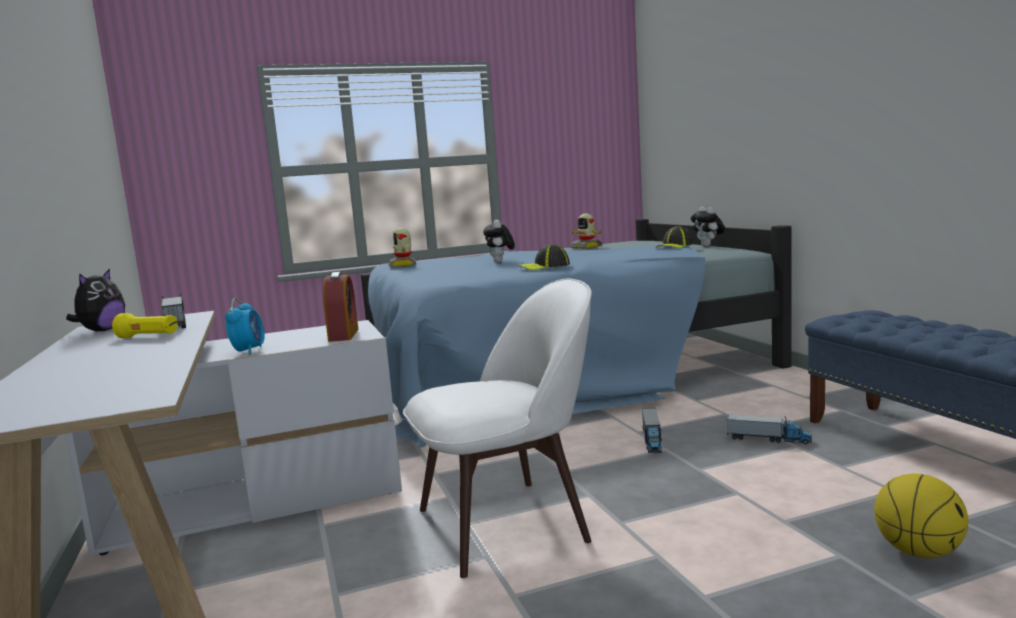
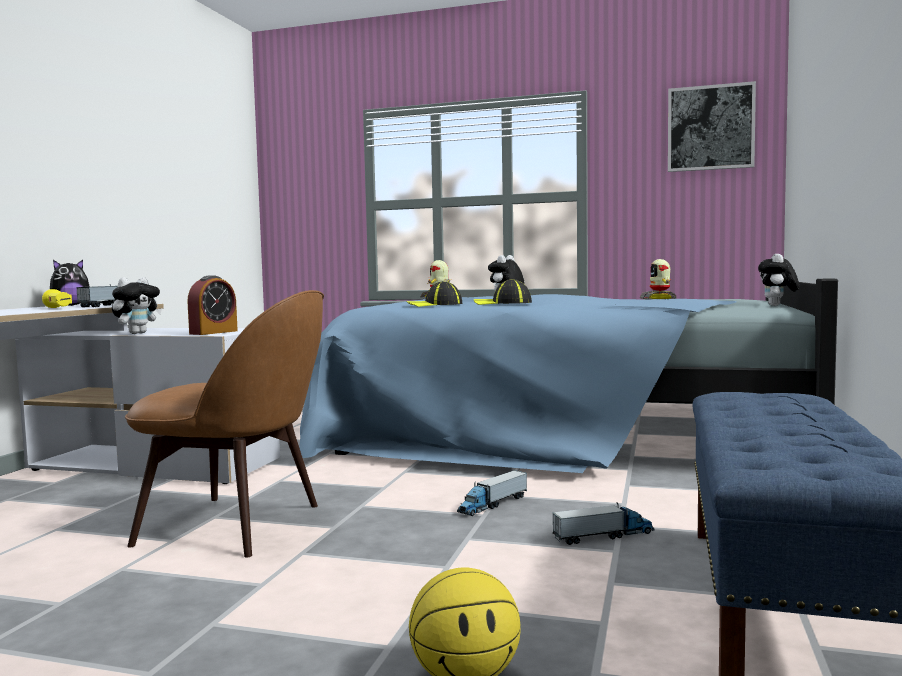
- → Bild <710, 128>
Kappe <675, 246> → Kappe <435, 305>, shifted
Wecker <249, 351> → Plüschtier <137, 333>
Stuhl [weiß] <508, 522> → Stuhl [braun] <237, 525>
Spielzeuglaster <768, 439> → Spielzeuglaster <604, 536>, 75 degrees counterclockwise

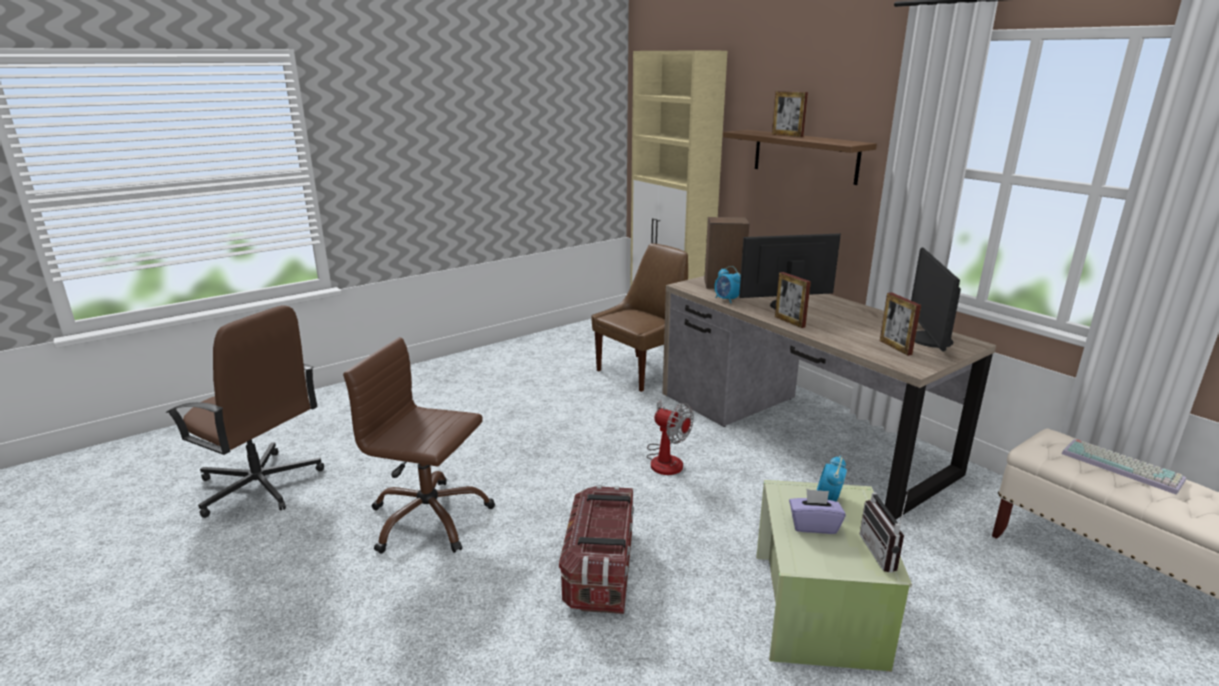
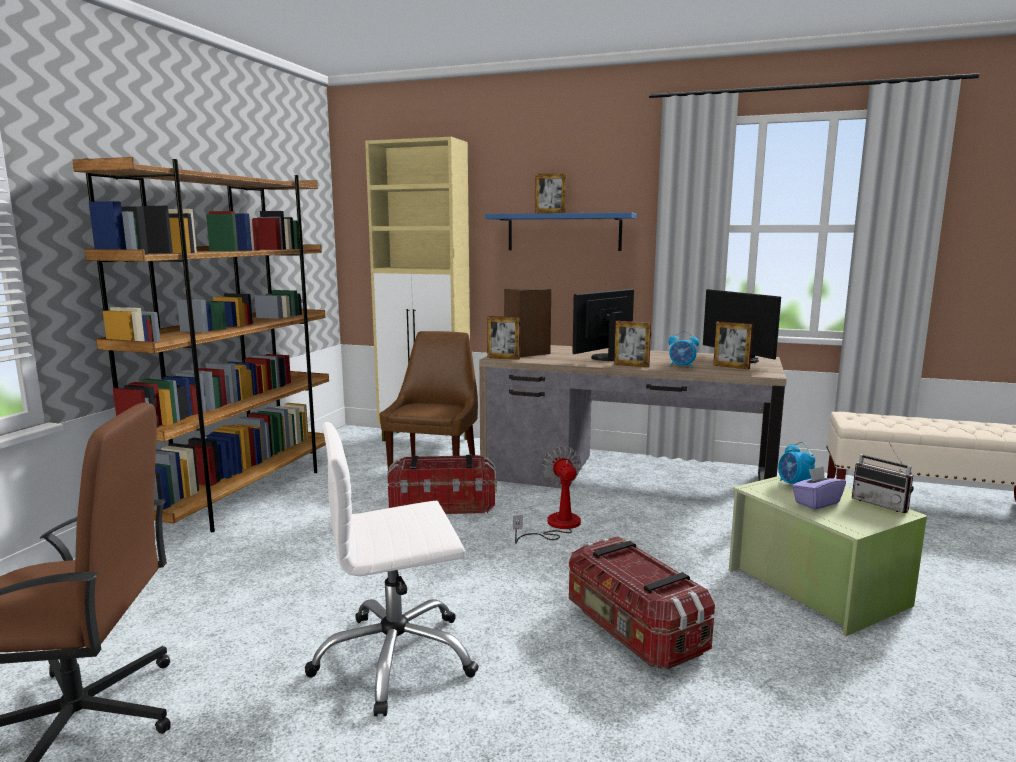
Tastatur <1123, 466> → -
- → Bücherregal [braun] <243, 494>
- → Aufbewahrungsbox <442, 505>
- → Bilderrahmen <503, 358>
Wecker <726, 300> → Wecker <682, 367>, shifted
Bürostuhl [braun] <429, 519> → Bürostuhl [weiß] <395, 659>
Wandregal [braun] <805, 156> → Wandregal [blau] <564, 232>
Ventilator <665, 459> → Ventilator <556, 526>, 105 degrees counterclockwise

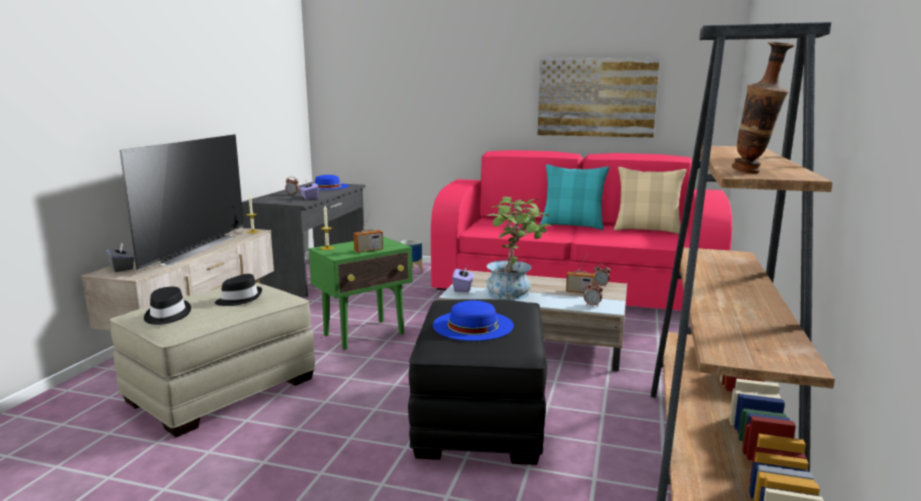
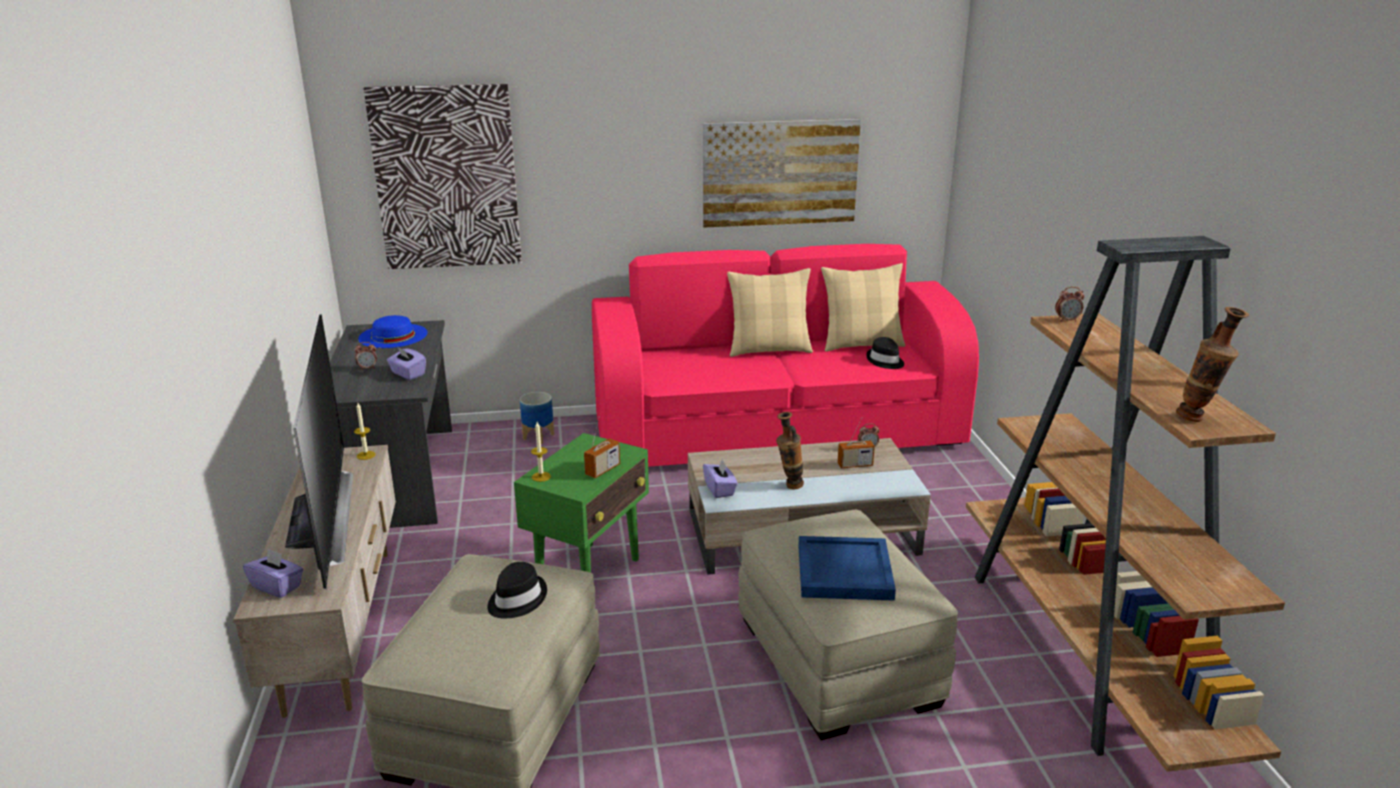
- → Bild <446, 178>
Hut [schwarz] <166, 315> → Hut [schwarz] <885, 361>, shifted
Wecker <592, 305> → Wecker <1067, 320>, shifted
Hut [blau] <473, 325> → Tablett [blau] <843, 571>
Topfpflanze <515, 294> → Vase <788, 486>
Taschentuchbox [grau] <122, 268> → Taschentuchbox [lila] <277, 586>
Polsterhocker [schwarz] <481, 416> → Polsterhocker [beige] <838, 662>
Kissen [türkis] <572, 225> → Kissen [beige] <769, 350>

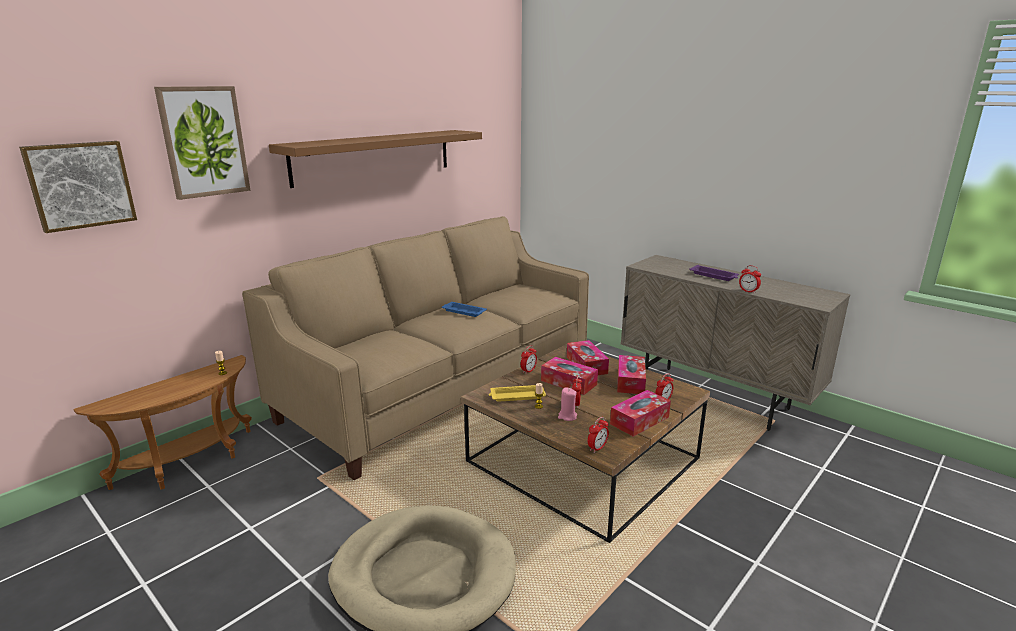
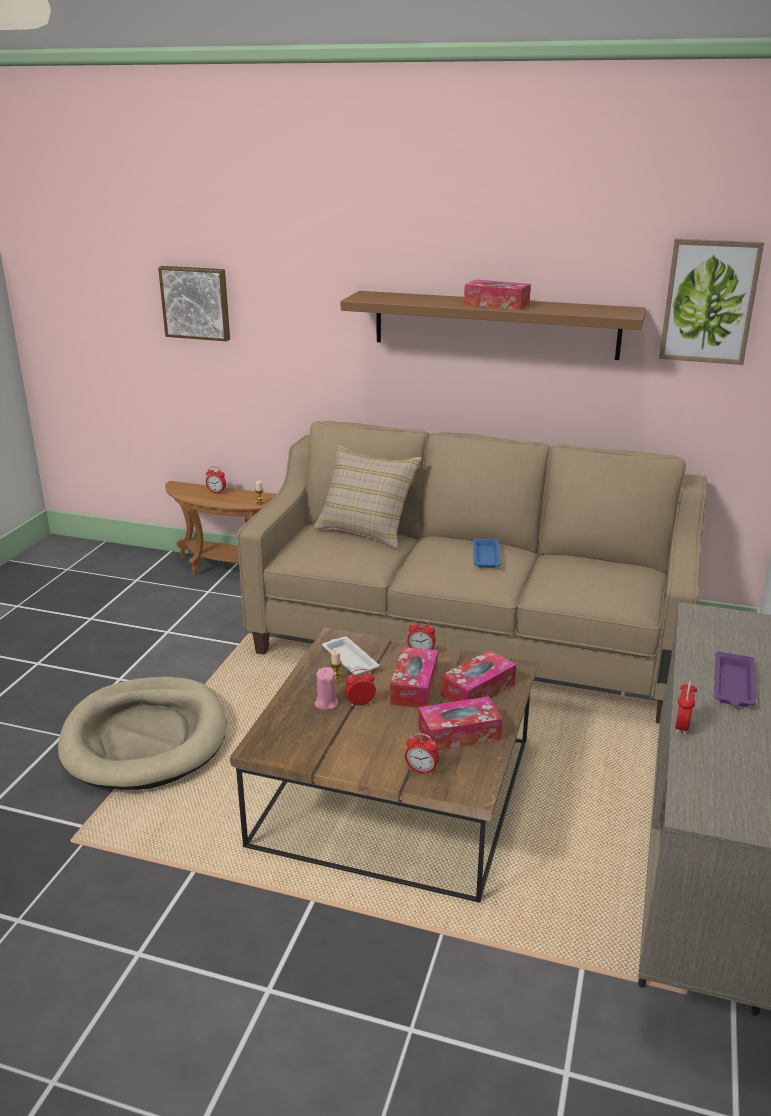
- → Kissen [beige] <366, 530>
Bild <204, 142> → Bild <709, 301>, shifted
Wecker <597, 448> → Wecker <216, 492>, shifted
Taschentuchbox <639, 420> → Taschentuchbox <496, 304>, shifted
Tablett [gelb] <516, 396> → Tablett [weiß] <349, 659>

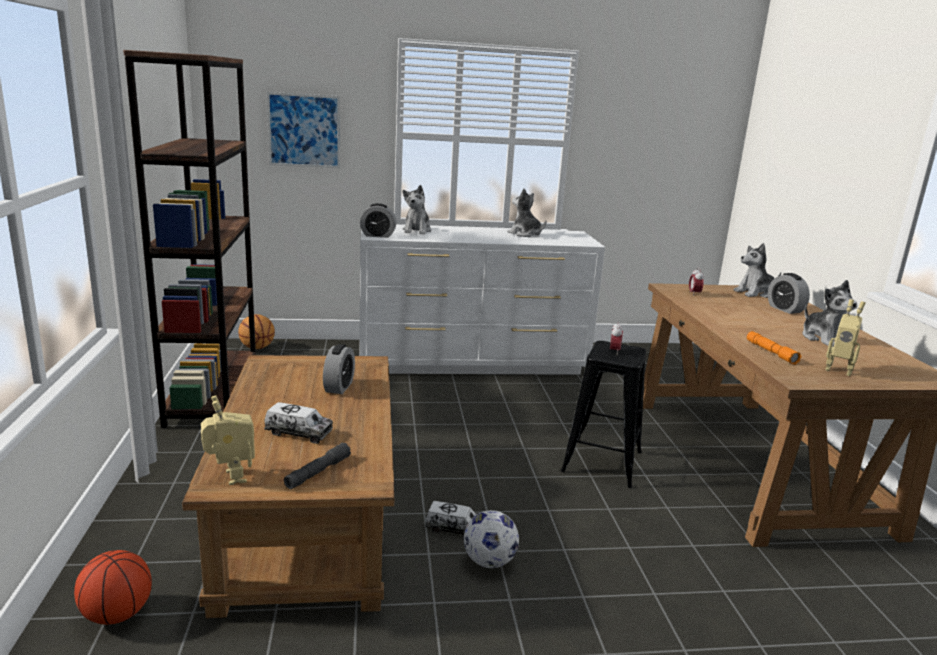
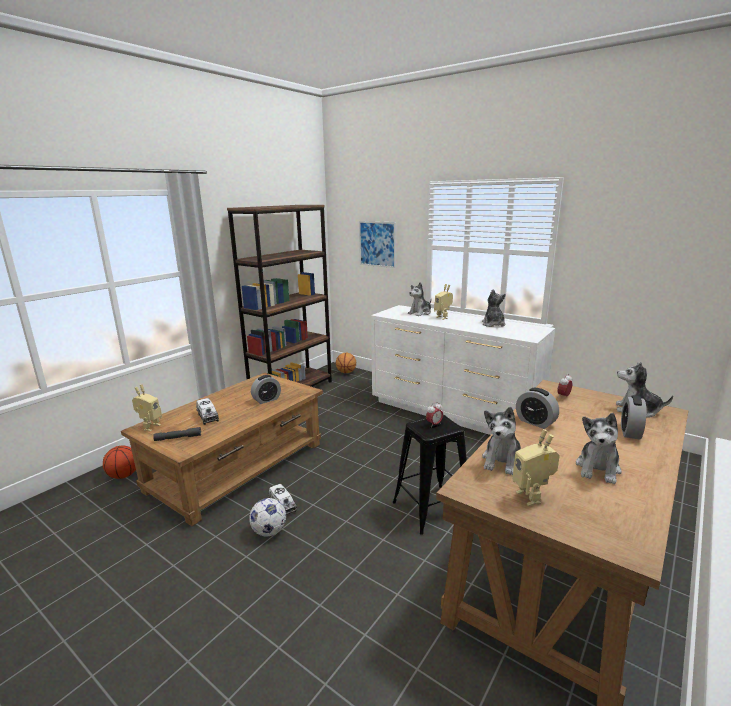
- → Spielzeugroboter <443, 317>
Wecker <378, 235> → Wecker <535, 422>, shifted
Taschenlampe [orange] <771, 352> → Plüschtier <502, 461>

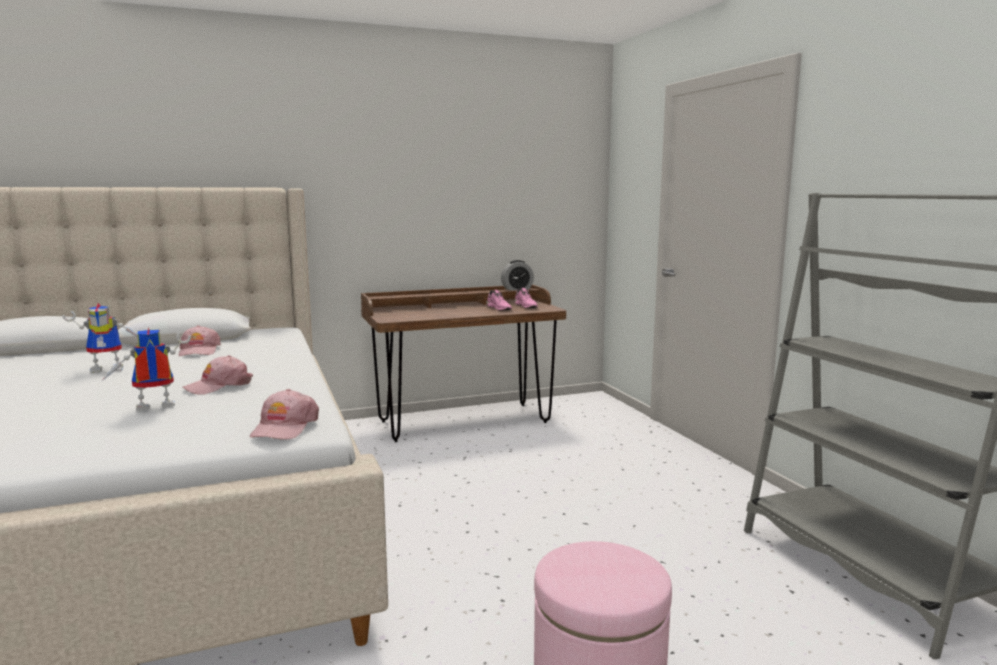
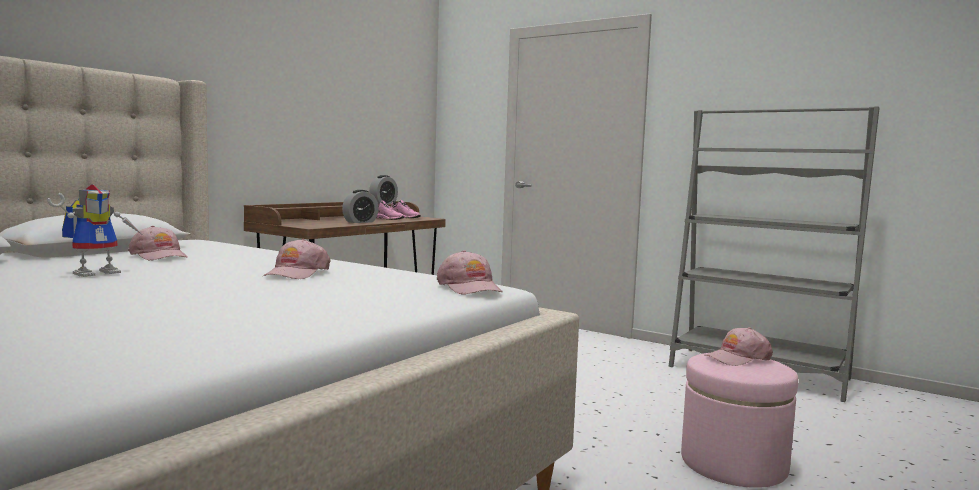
Spielzeugroboter <152, 409> → -
- → Wecker <360, 222>
- → Kappe [rosa] <737, 358>

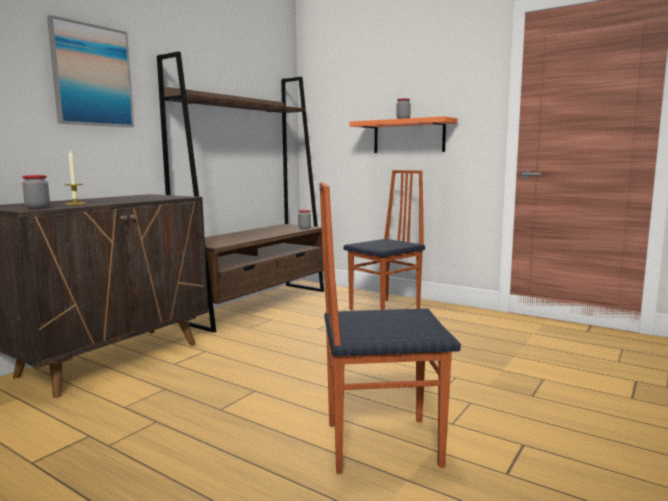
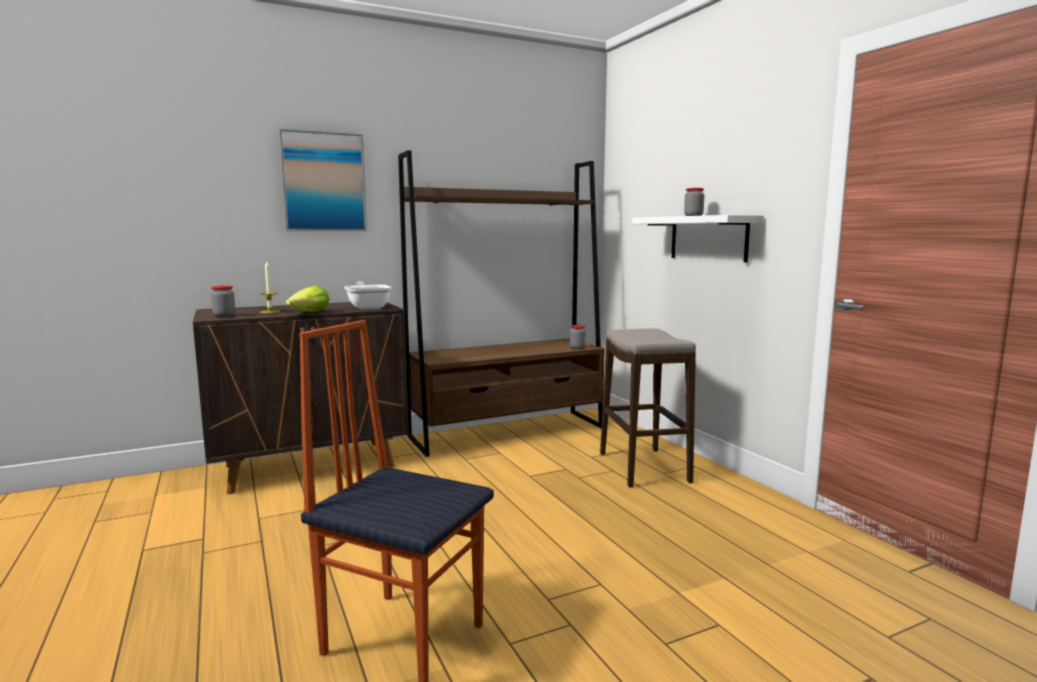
- → Salatkopf <310, 312>
- → Pfanne <368, 307>
Stuhl <386, 309> → Hocker <643, 467>
Wandregal [orange] <408, 136> → Wandregal [weiß] <708, 238>

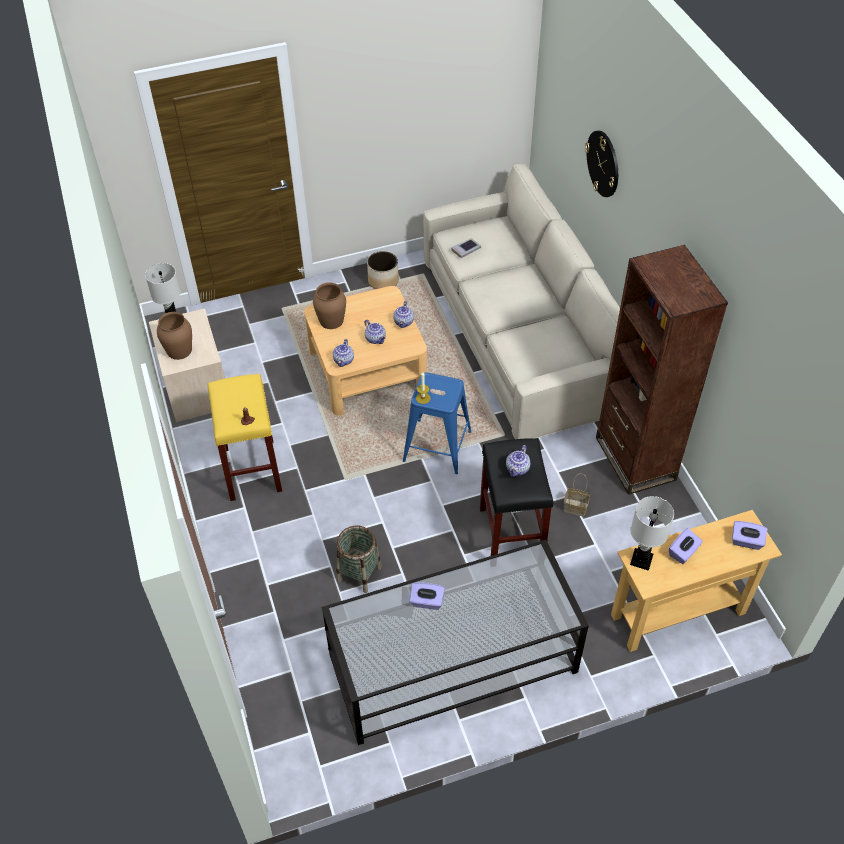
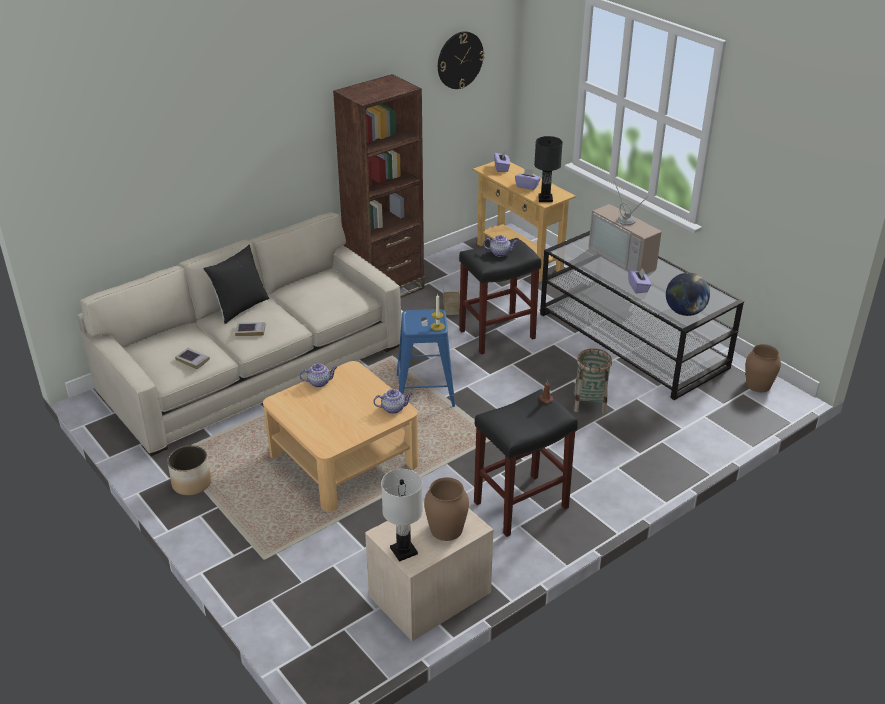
Teekanne <376, 339> → -
- → Kissen [schwarz] <240, 307>
- → Buch <250, 331>
- → Fernseher <625, 257>
- → Globus <684, 312>
Vase [braun] <331, 320> → Vase [braun] <758, 384>, shifted
Wanduhr <603, 163> → Wanduhr <460, 60>, shifted
Hocker [gelb] <251, 469> → Hocker [schwarz] <520, 506>
Tischlampe [weiß] <641, 560> → Tischlampe [schwarz] <545, 199>

